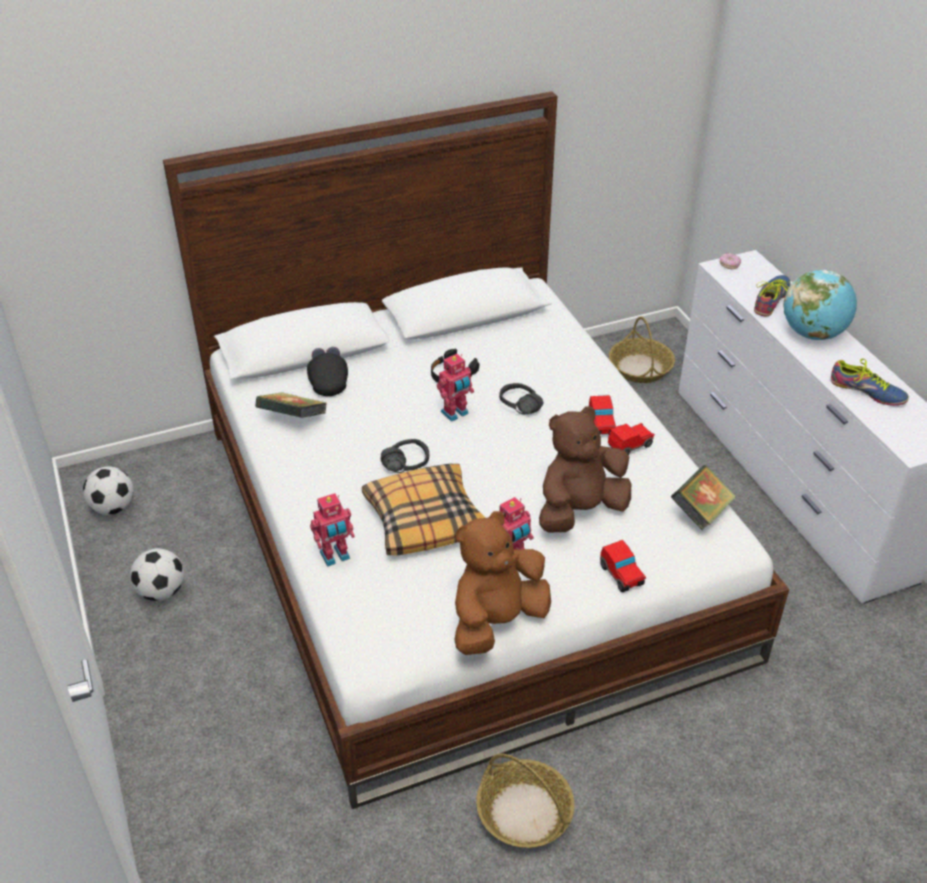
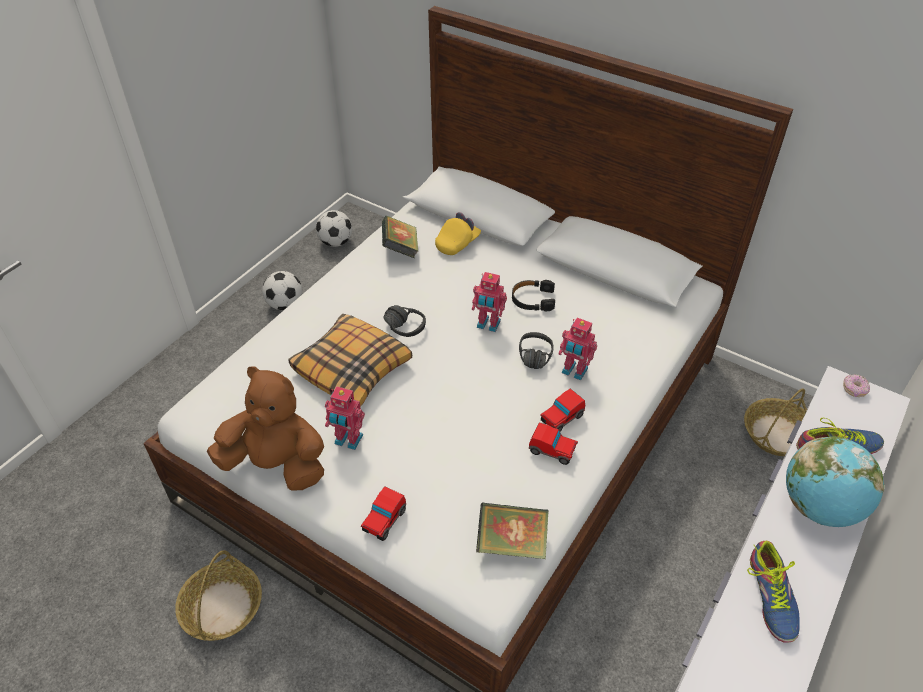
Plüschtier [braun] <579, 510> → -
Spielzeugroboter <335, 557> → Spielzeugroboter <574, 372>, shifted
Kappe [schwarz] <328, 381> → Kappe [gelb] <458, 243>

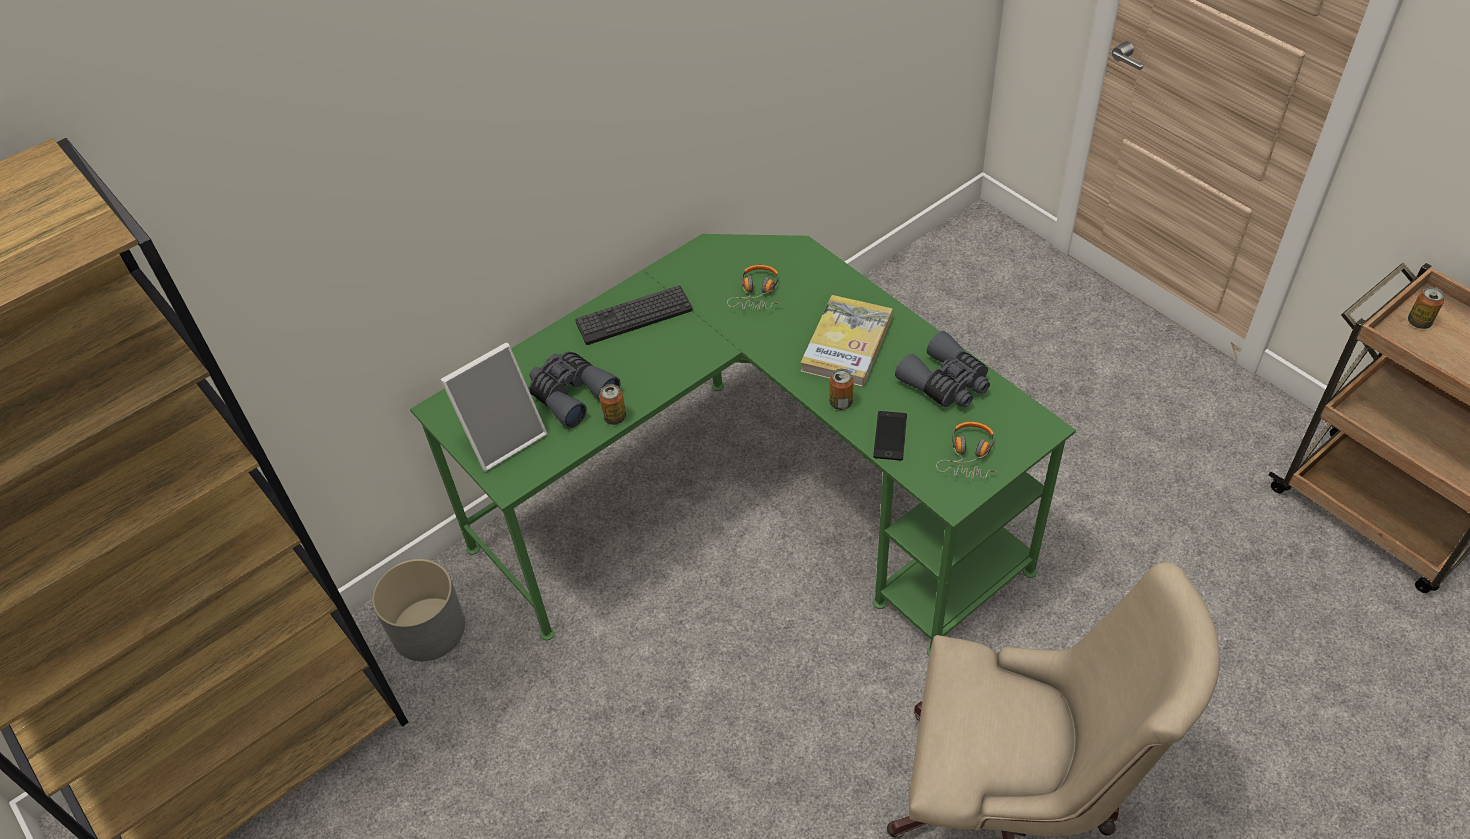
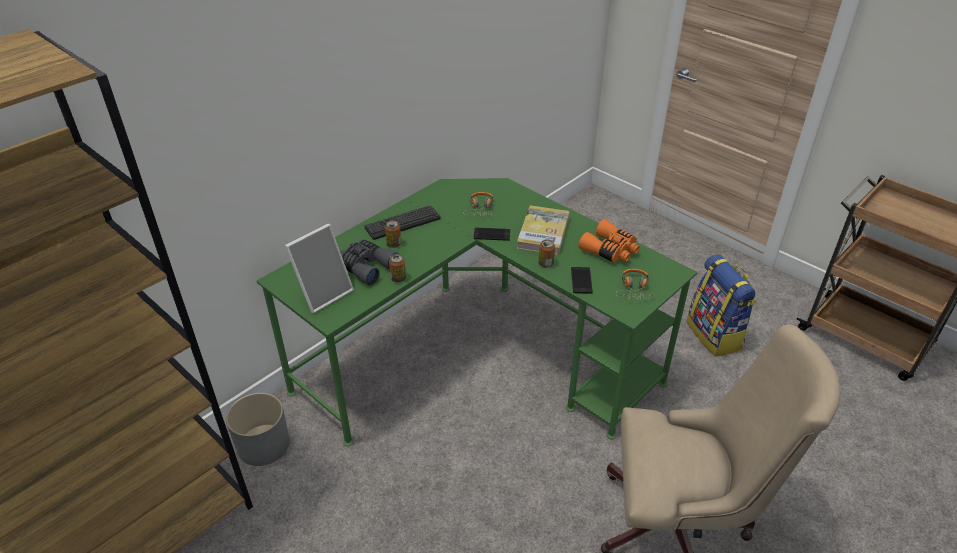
- → Handy <491, 234>
- → Rucksack <715, 335>
Dose <1419, 322> → Dose <394, 244>, shifted
Fernglas [grau] <946, 383> → Fernglas [orange] <610, 250>

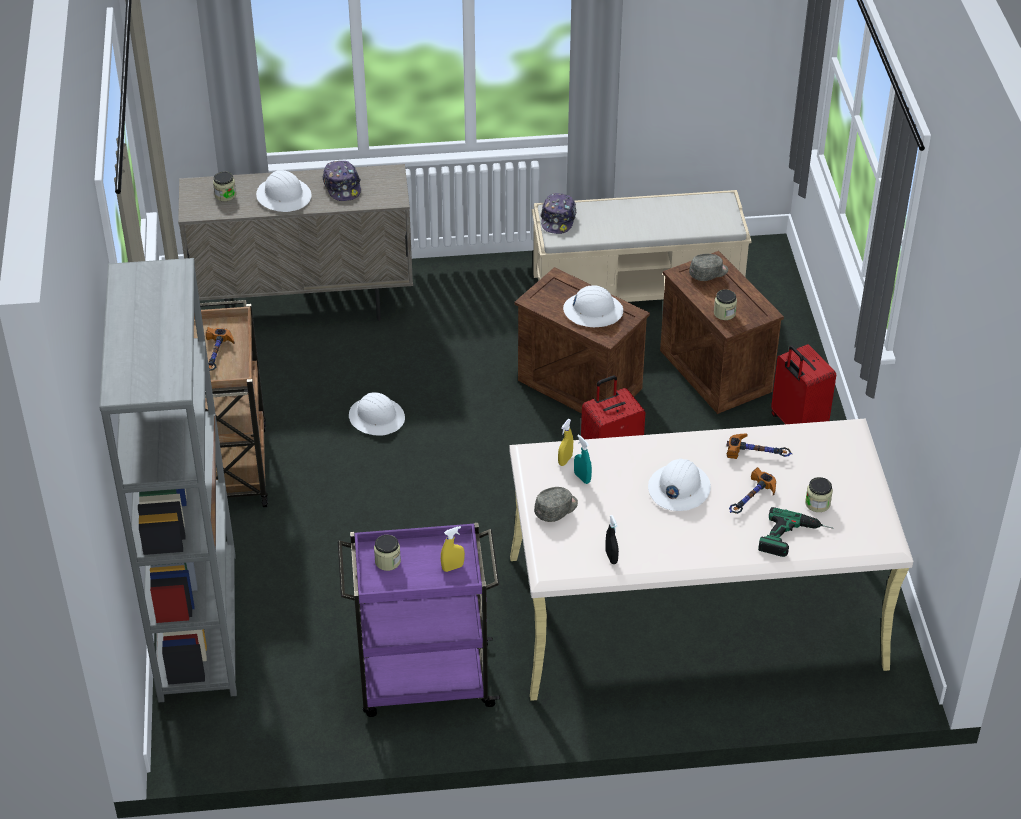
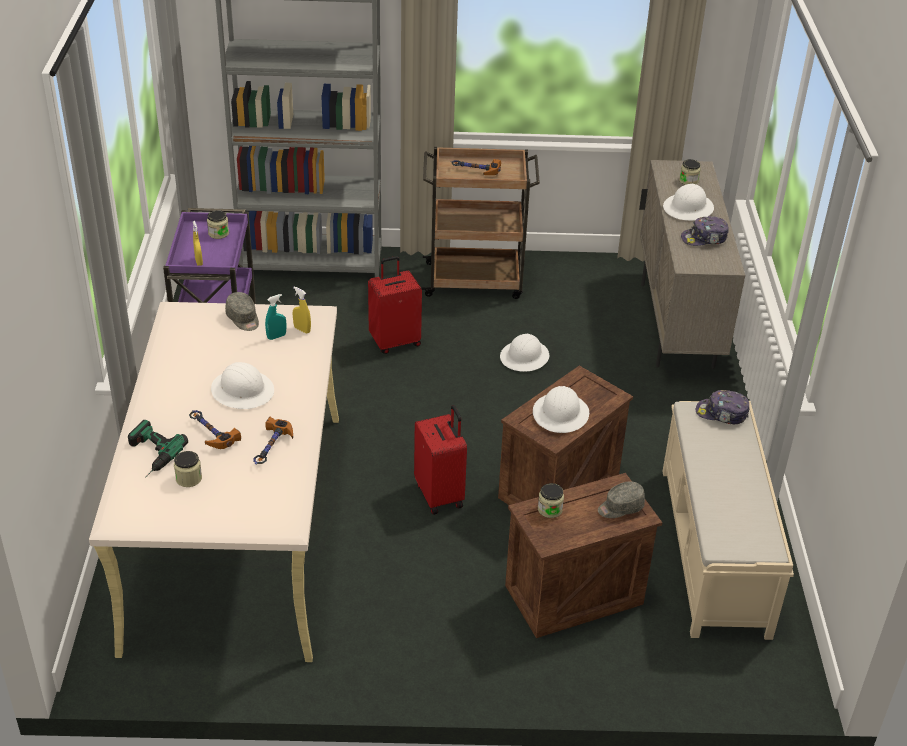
Sprühflasche [schwarz] <611, 557> → -
Koffer [rot] <796, 424> → Koffer [rot] <395, 341>, shifted
Kappe [grau] <709, 273> → Kappe [grau] <620, 507>, 90 degrees clockwise

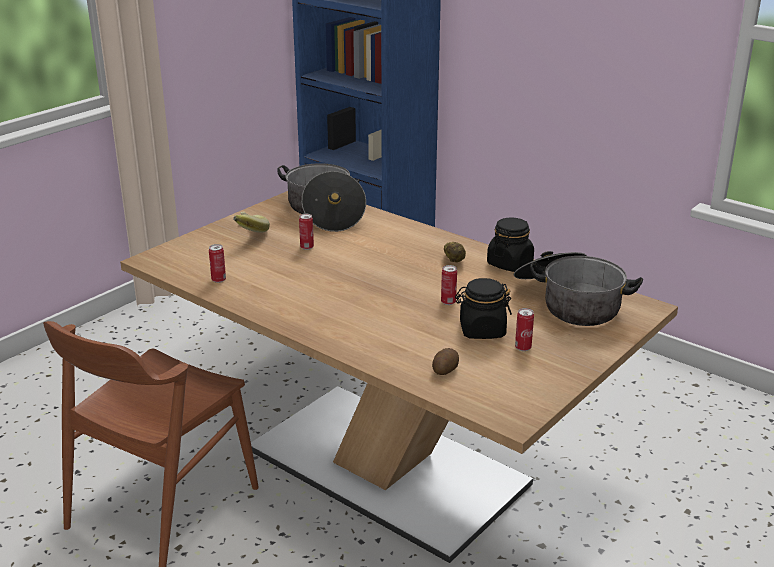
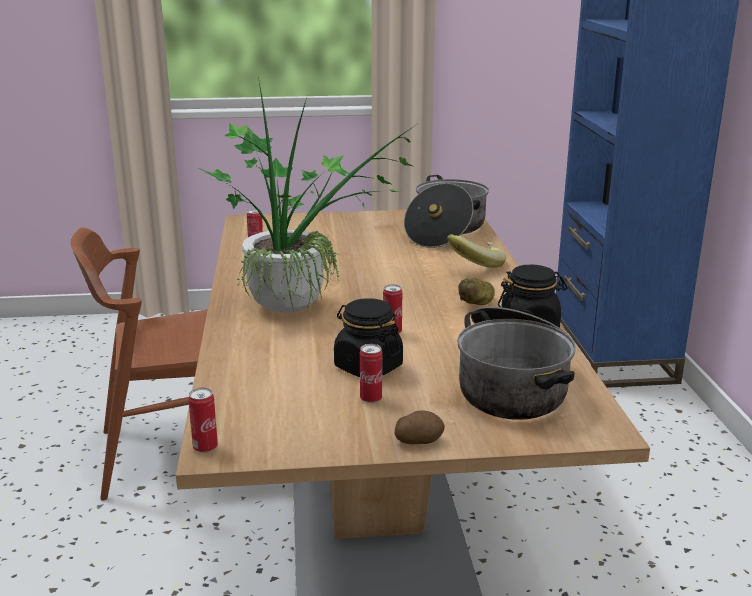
- → Topfpflanze <300, 303>
Banane <247, 234> → Banane <475, 265>, shifted
Dose <307, 247> → Dose <205, 448>, shifted
Kartoffel <444, 370> → Kartoffel <418, 440>, shifted

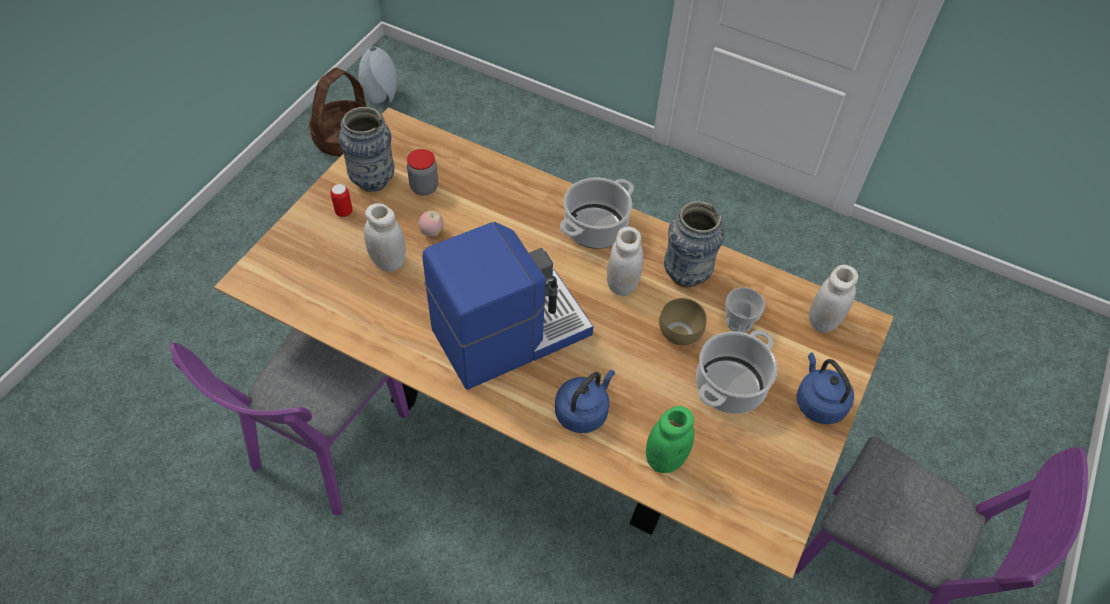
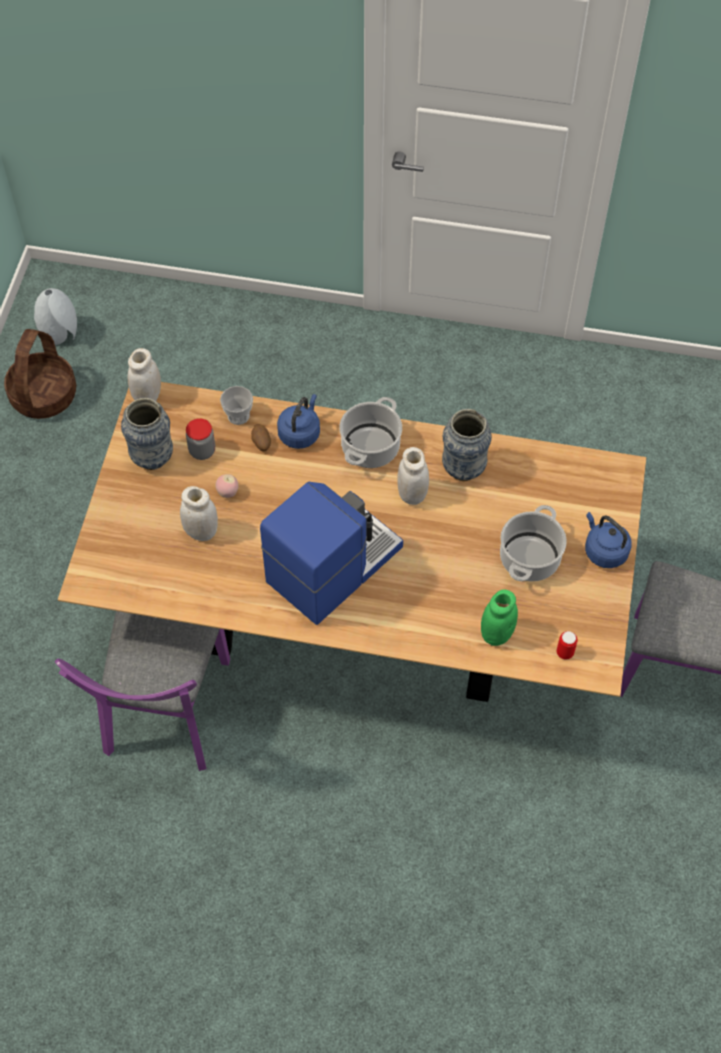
Schüssel [braun] <679, 335> → -
- → Kartoffel <261, 443>
Dose <344, 212> → Dose <564, 652>, shifted
Wasserkessel [blau] <583, 411> → Wasserkessel [blau] <300, 433>, shifted
Tasse <738, 322> → Tasse <238, 416>, shifted
Vorratsglas [weiß] <823, 321> → Vorratsglas [weiß] <147, 396>, shifted

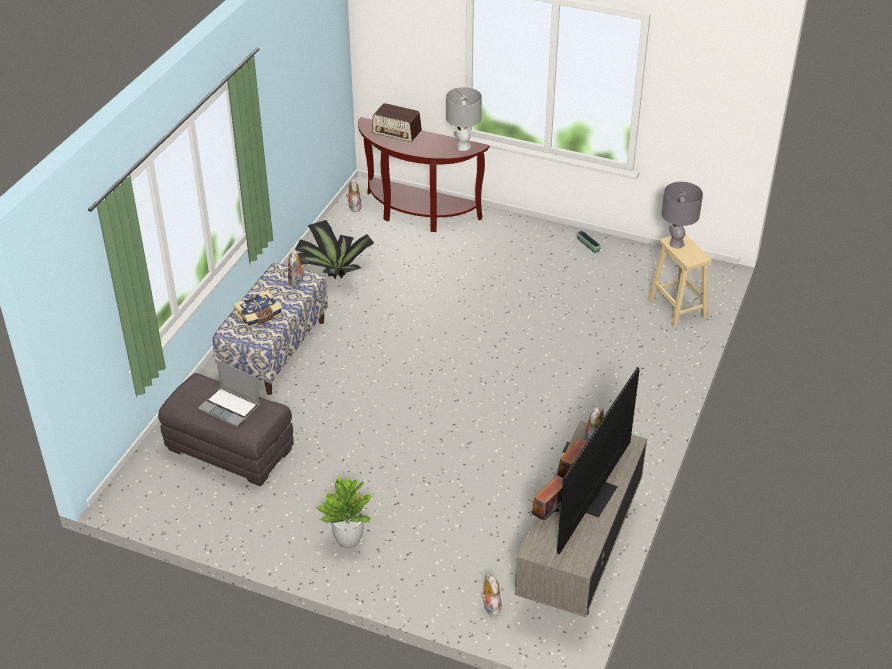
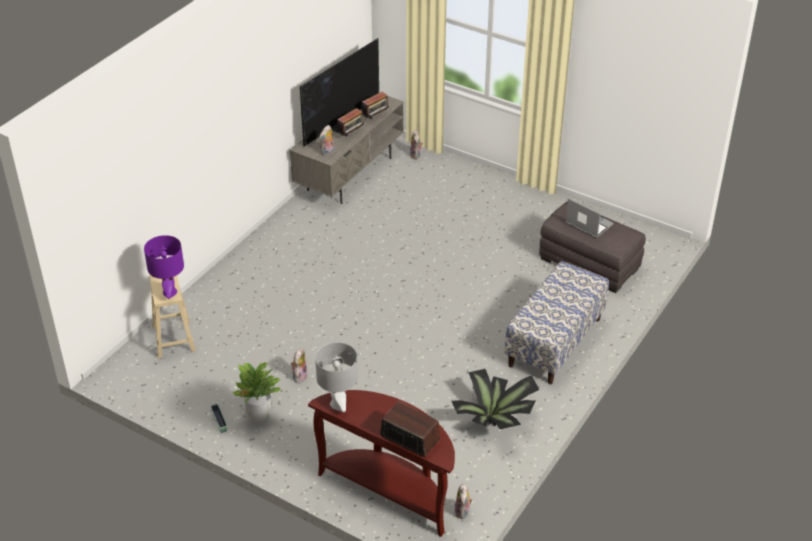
Buch <259, 316> → -
Plüschtier <296, 281> → Plüschtier <299, 376>, shifted
Topfpflanze <349, 540> → Topfpflanze <259, 415>, shifted
Tischlampe [grau] <676, 243> → Tischlampe [lila] <169, 292>

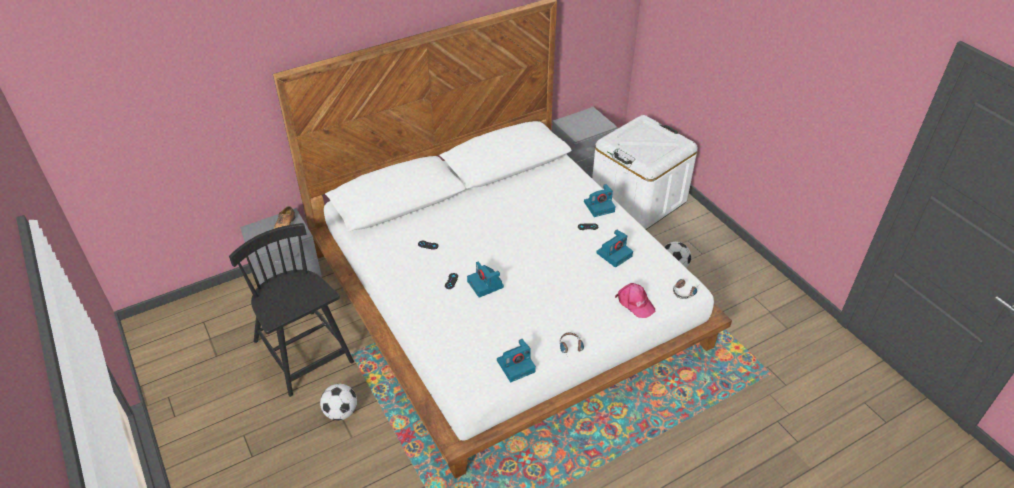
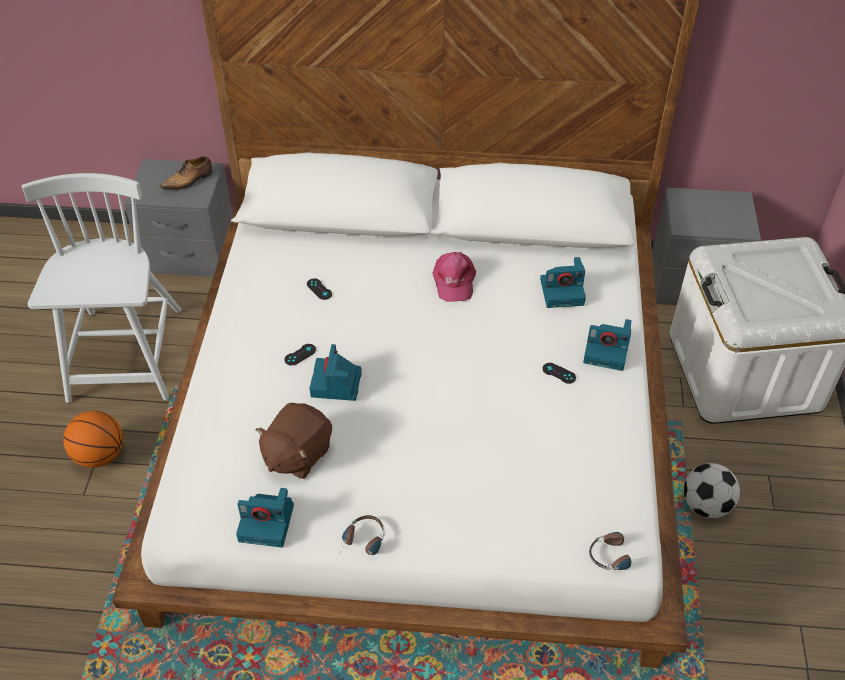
- → Plüschtier [braun] <297, 454>
Kamera <614, 254> → Kamera <563, 291>, shifted
Kappe [rosa] <635, 303> → Kappe [rosa] <453, 281>, shifted
Fußball <341, 412> → Basketball <100, 455>
Stuhl [schwarz] <304, 353> → Stuhl [weiß] <126, 357>

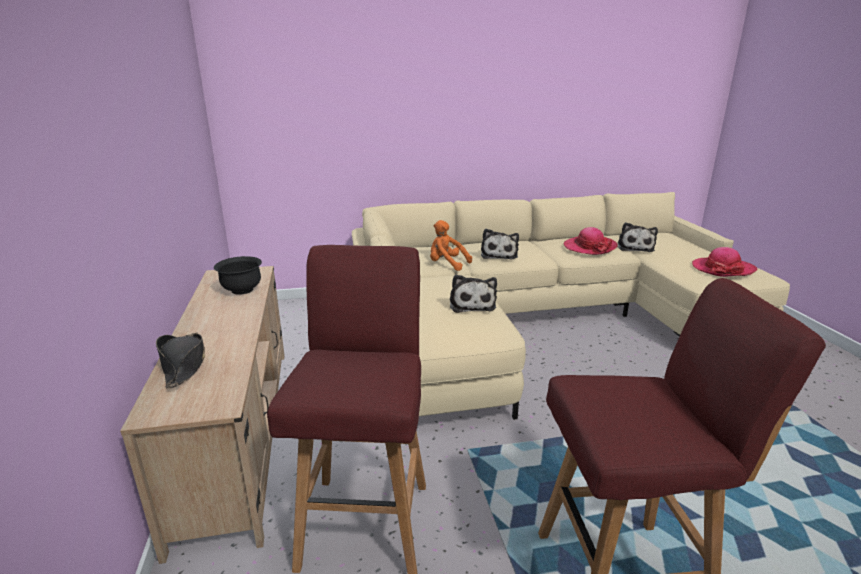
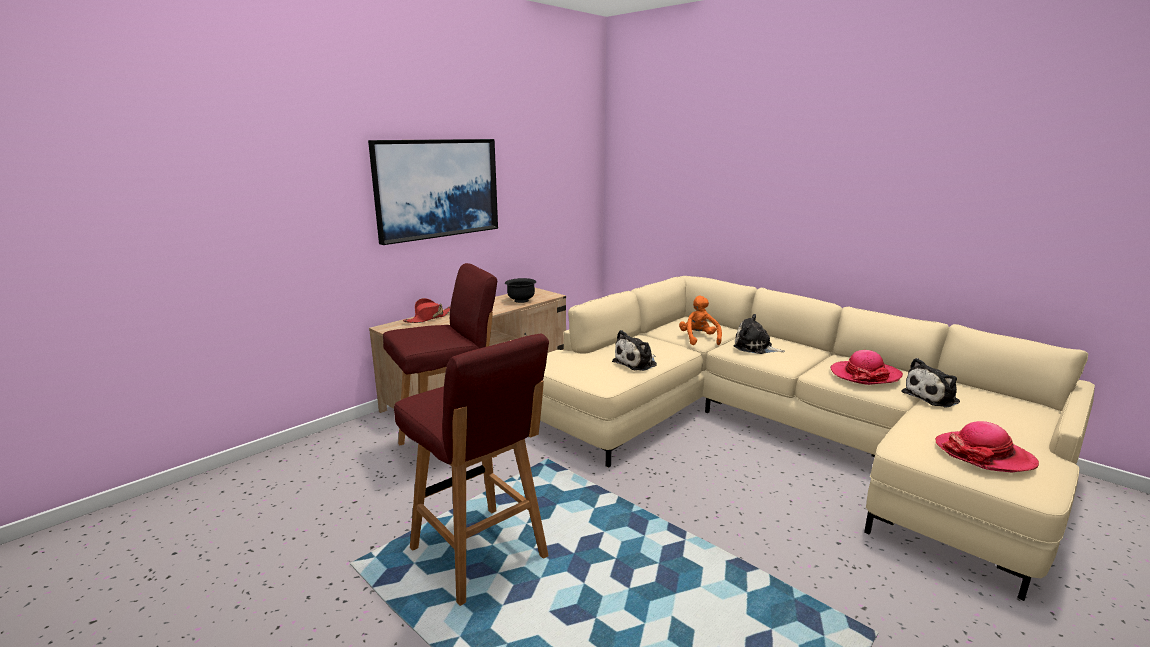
- → Bild <437, 188>
Hut [schwarz] <184, 365> → Hut [rot] <428, 318>
Plüschtier <499, 254> → Plüschtier <755, 347>, 60 degrees clockwise

